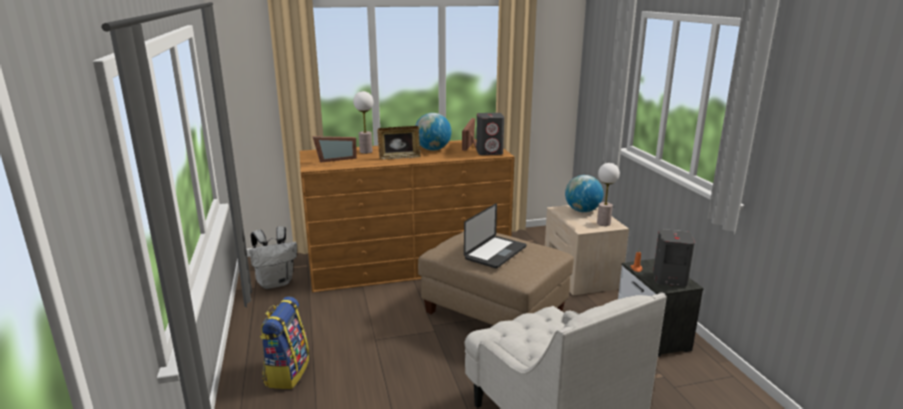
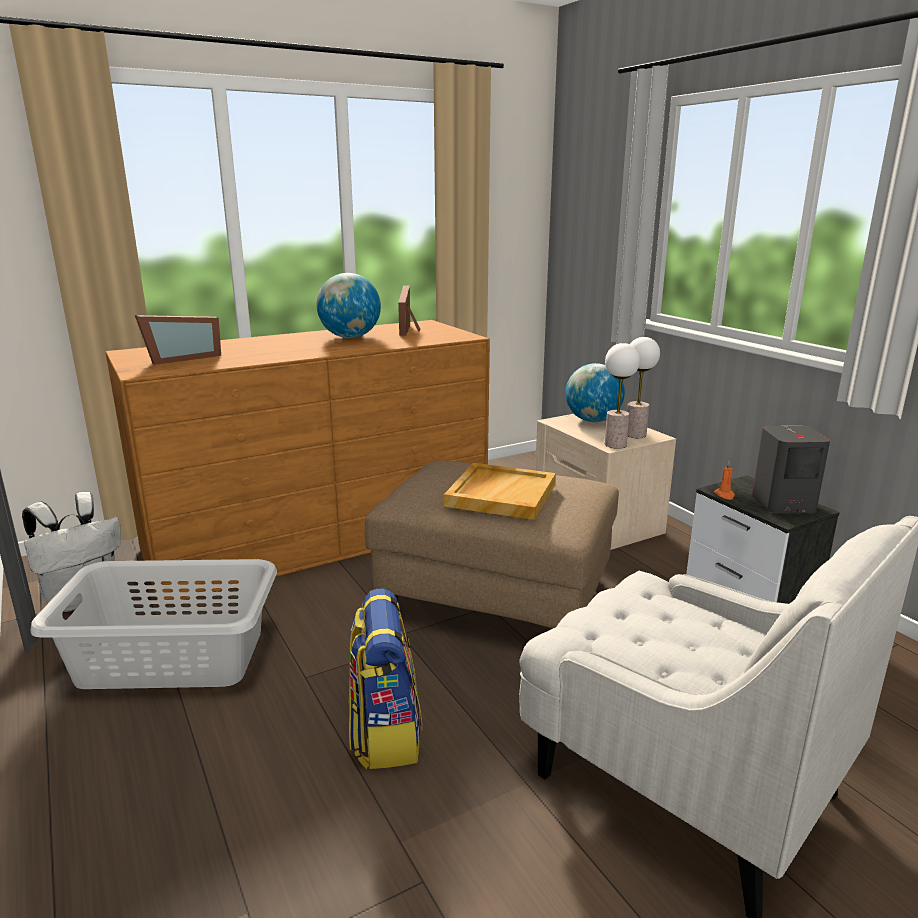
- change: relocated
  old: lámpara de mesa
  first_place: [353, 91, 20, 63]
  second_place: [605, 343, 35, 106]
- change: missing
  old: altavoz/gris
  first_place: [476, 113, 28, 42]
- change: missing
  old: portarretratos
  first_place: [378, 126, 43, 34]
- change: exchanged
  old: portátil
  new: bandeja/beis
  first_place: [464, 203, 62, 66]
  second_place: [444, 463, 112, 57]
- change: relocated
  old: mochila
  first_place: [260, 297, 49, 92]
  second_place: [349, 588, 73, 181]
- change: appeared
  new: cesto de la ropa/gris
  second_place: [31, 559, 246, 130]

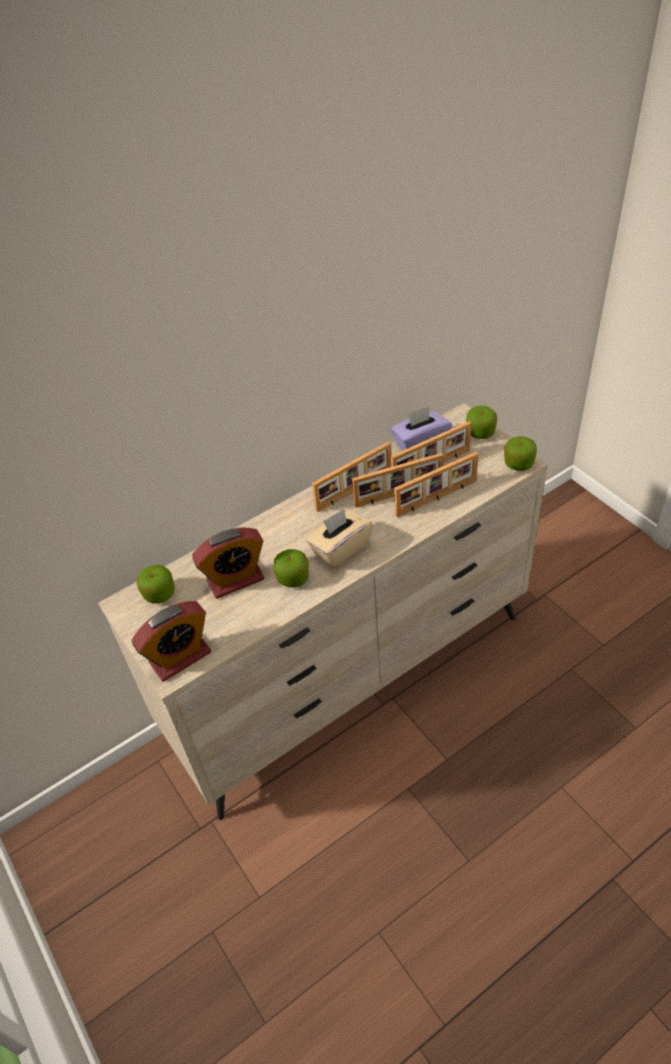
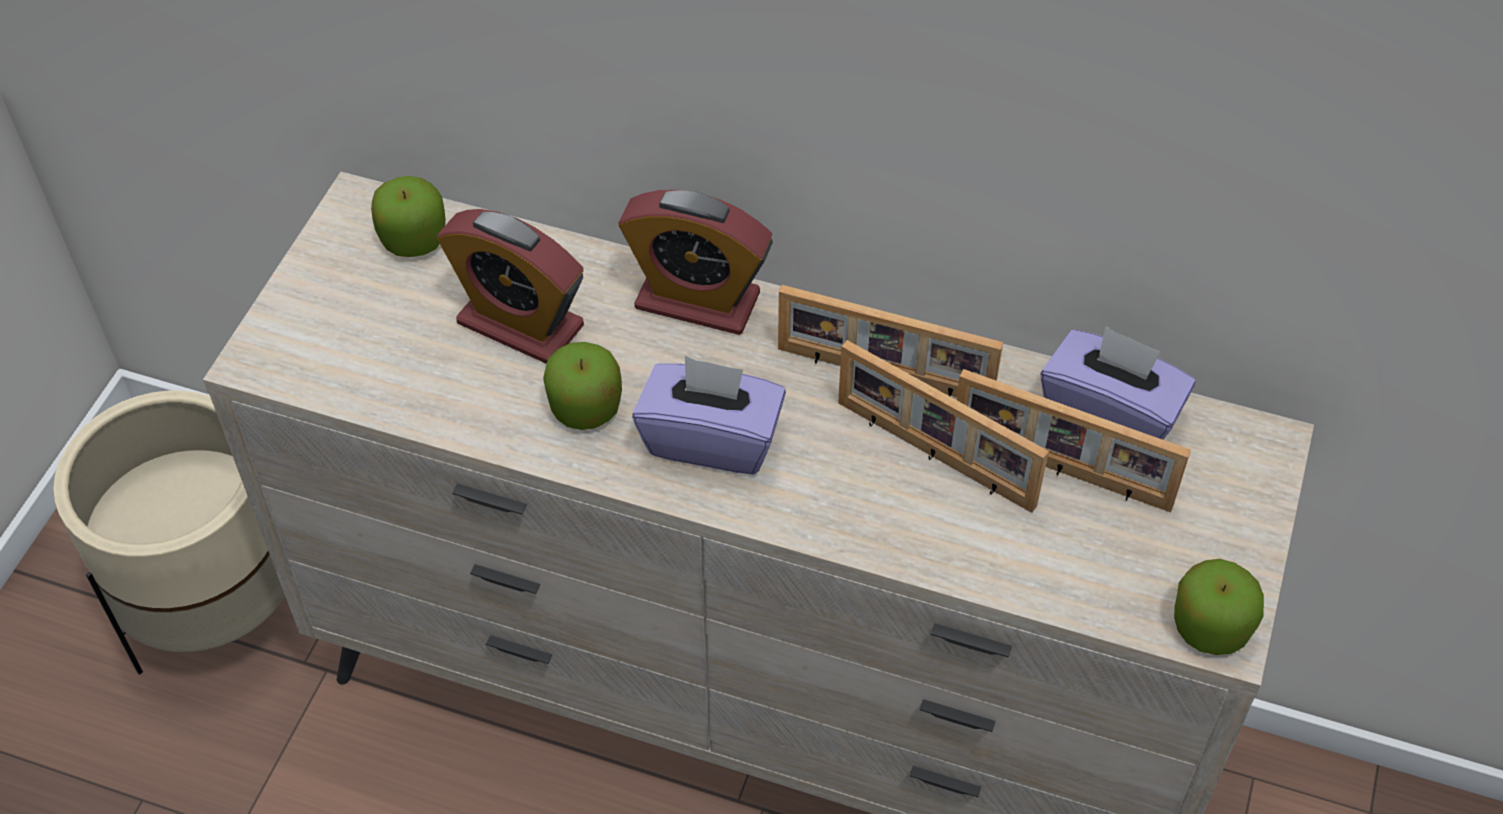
- change: missing
  old: manzana
  first_place: [466, 406, 31, 33]
- change: missing
  old: portarretratos
  first_place: [394, 452, 85, 65]
- change: colour
  old: caja de pañuelos/beis
  new: caja de pañuelos/morado
  first_place: [306, 509, 67, 60]
  second_place: [632, 356, 154, 119]
- change: relocated
  old: despertador
  first_place: [131, 601, 80, 80]
  second_place: [618, 190, 155, 145]
- change: appeared
  new: maceta/beis
  second_place: [53, 391, 232, 284]

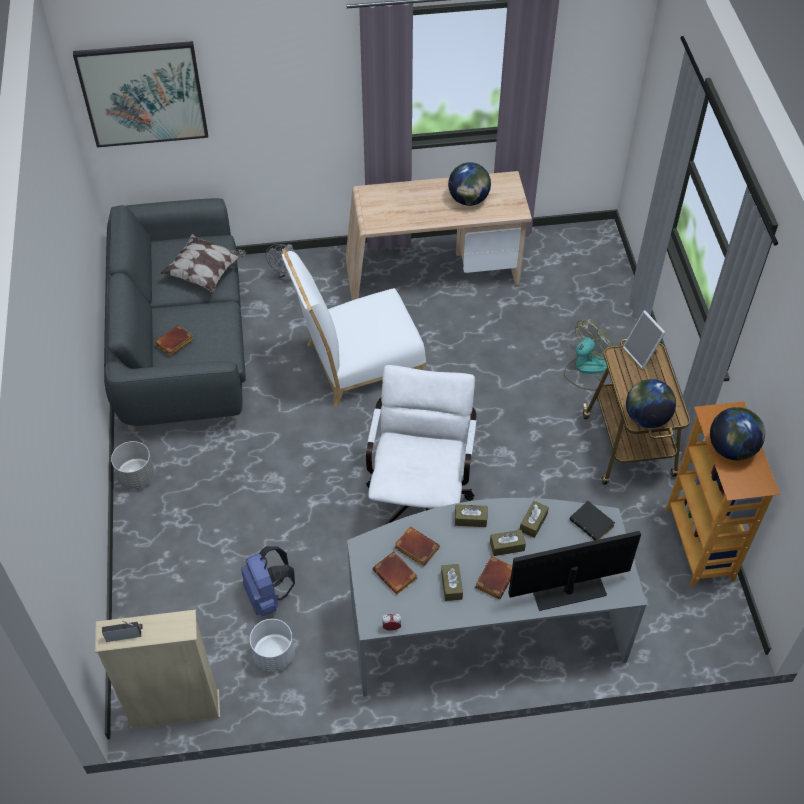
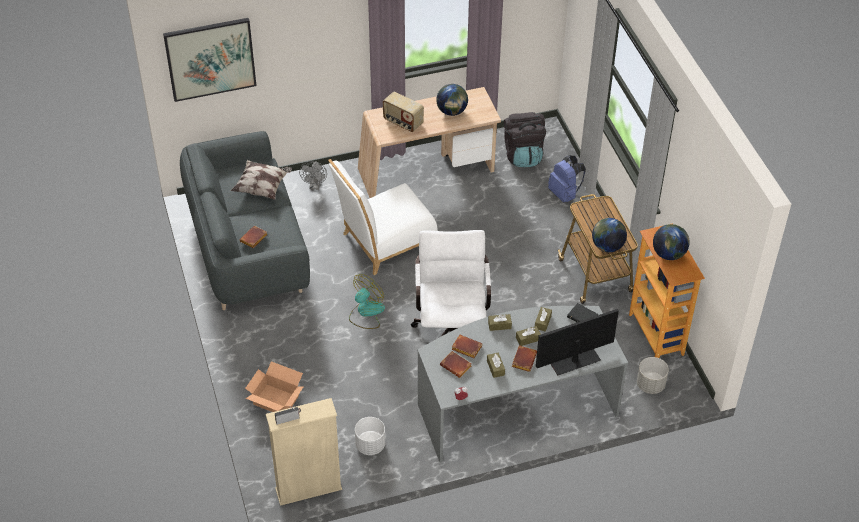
- change: missing
  old: portarretratos
  first_place: [623, 310, 43, 59]
- change: relocated
  old: ventilador
  first_place: [564, 319, 49, 72]
  second_place: [349, 274, 36, 55]
- change: relocated
  old: maceta/gris
  first_place: [111, 441, 44, 48]
  second_place: [637, 357, 32, 37]
- change: relocated
  old: mochila/azul
  first_place: [241, 546, 54, 70]
  second_place: [548, 155, 38, 48]
- change: appeared
  new: radio
  second_place: [382, 92, 42, 40]
- change: appeared
  new: mochila/negro
  second_place: [504, 112, 42, 55]
- change: appeared
  new: caja de cartón
  second_place: [245, 361, 59, 51]

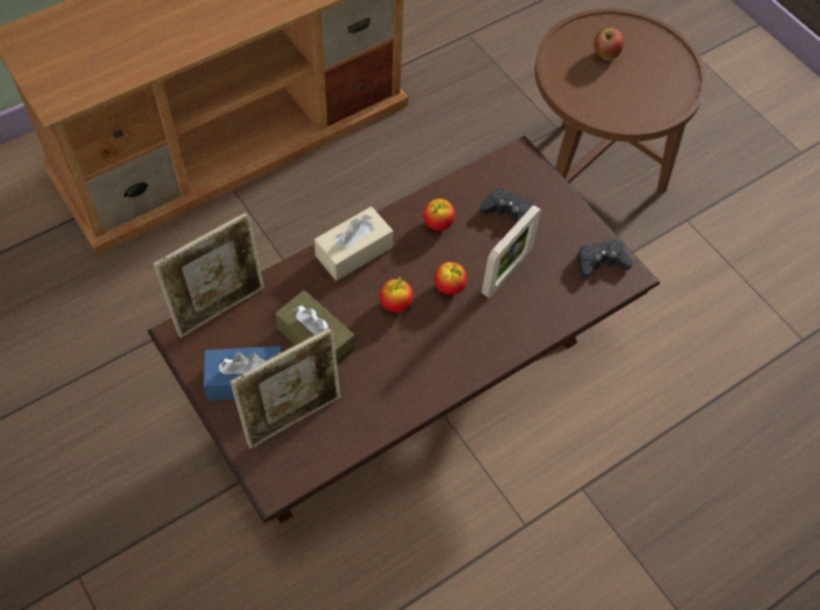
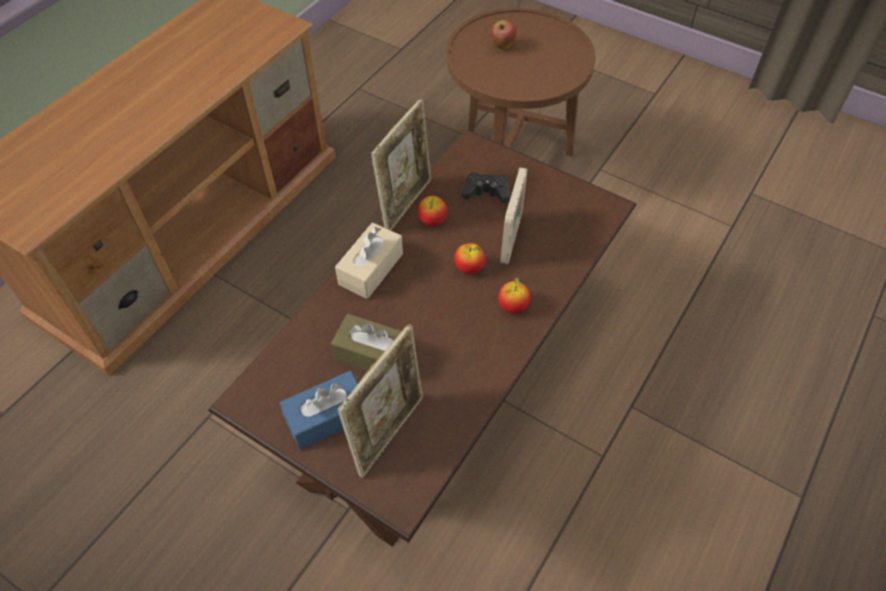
- change: relocated
  old: portarretratos
  first_place: [153, 212, 111, 126]
  second_place: [371, 98, 60, 132]
- change: missing
  old: mando de consola/negro
  first_place: [577, 239, 56, 40]
- change: relocated
  old: manzana
  first_place: [379, 277, 34, 35]
  second_place: [498, 277, 32, 37]

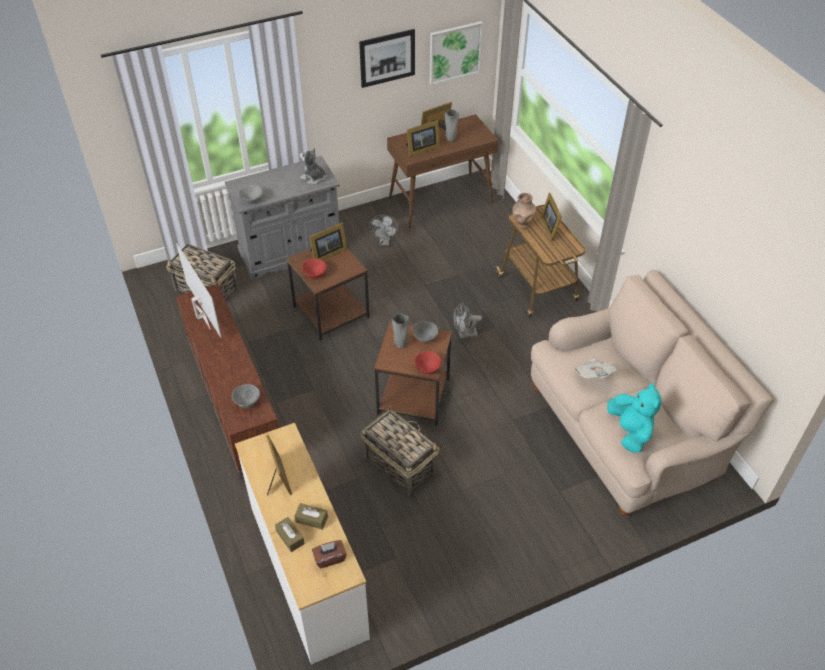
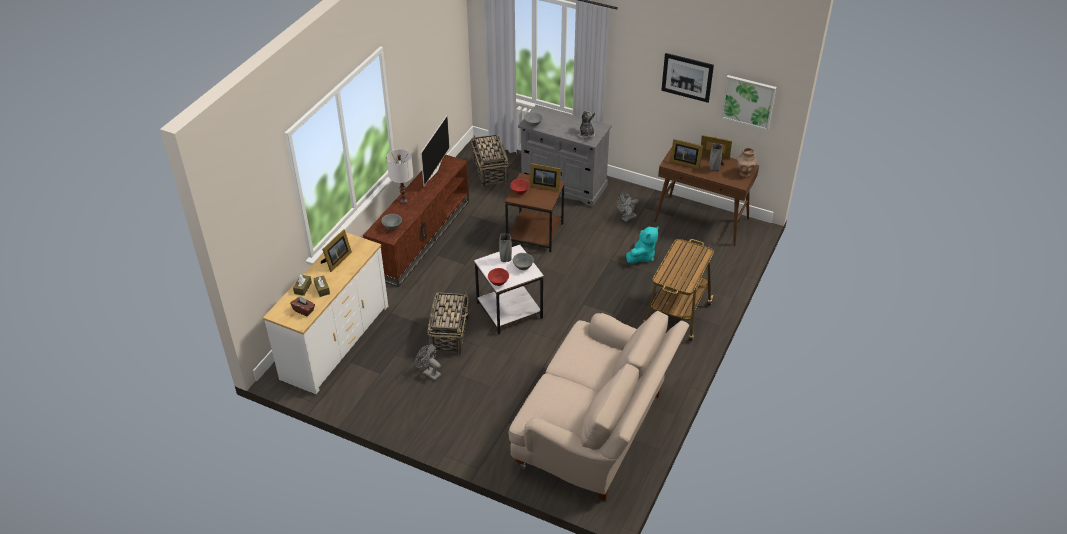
- change: relocated
  old: florero/marrón
  first_place: [512, 193, 24, 36]
  second_place: [736, 147, 21, 30]
- change: missing
  old: portarretratos
  first_place: [541, 193, 21, 48]
- change: relocated
  old: ventilador/gris
  first_place: [453, 303, 29, 36]
  second_place: [415, 344, 26, 37]
- change: colour
  old: mesa auxiliar/marrón
  new: mesa auxiliar/blanco
  first_place: [374, 321, 78, 104]
  second_place: [474, 245, 70, 90]
- change: missing
  old: periódico
  first_place: [574, 359, 43, 19]
- change: relocated
  old: peluche/turquesa
  first_place: [607, 382, 54, 71]
  second_place: [626, 226, 33, 38]
- change: appeared
  new: lámpara de mesa/blanco
  second_place: [387, 149, 26, 55]

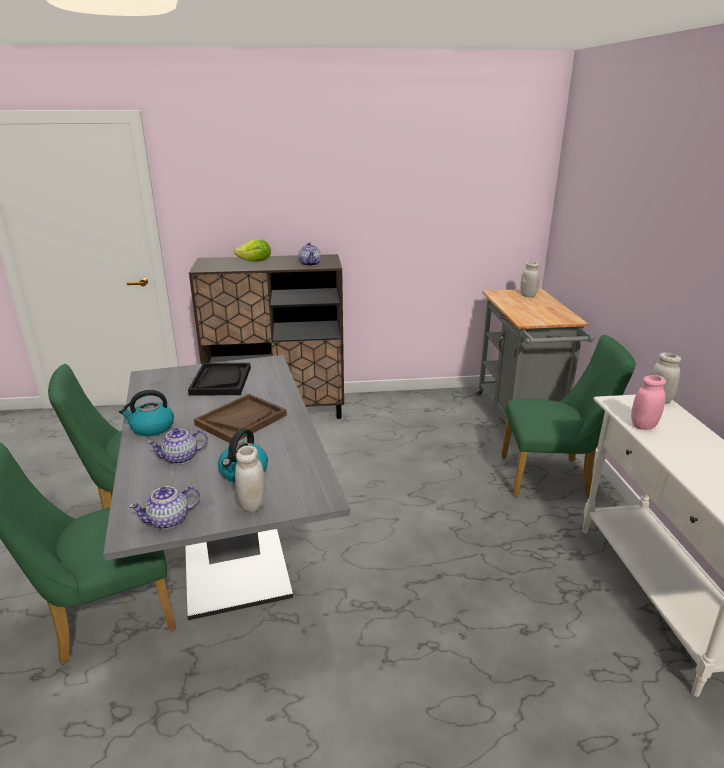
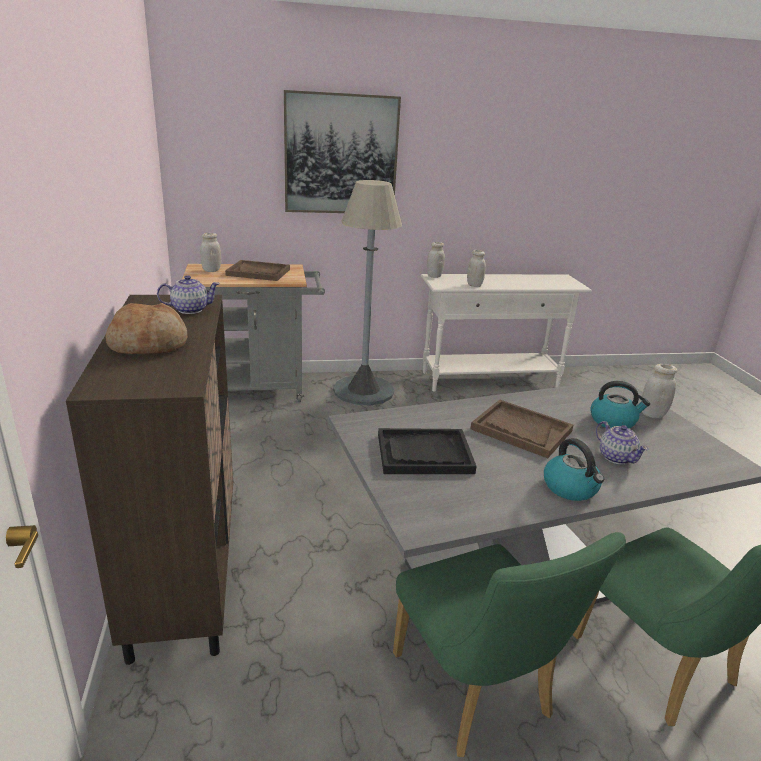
- change: exchanged
  old: lechuga
  new: pan
  first_place: [234, 239, 37, 23]
  second_place: [105, 303, 82, 51]
- change: exchanged
  old: silla/verde
  new: lámpara de pie/gris
  first_place: [501, 335, 135, 161]
  second_place: [333, 180, 69, 225]
- change: colour
  old: tarro/rosa
  new: tarro/blanco
  first_place: [631, 375, 35, 55]
  second_place: [467, 250, 19, 37]
- change: missing
  old: tetera
  first_place: [129, 486, 71, 43]
- change: appeared
  new: cuadro
  second_place: [284, 90, 117, 123]
- change: appeared
  new: bandeja/marrón
  second_place: [225, 260, 65, 21]

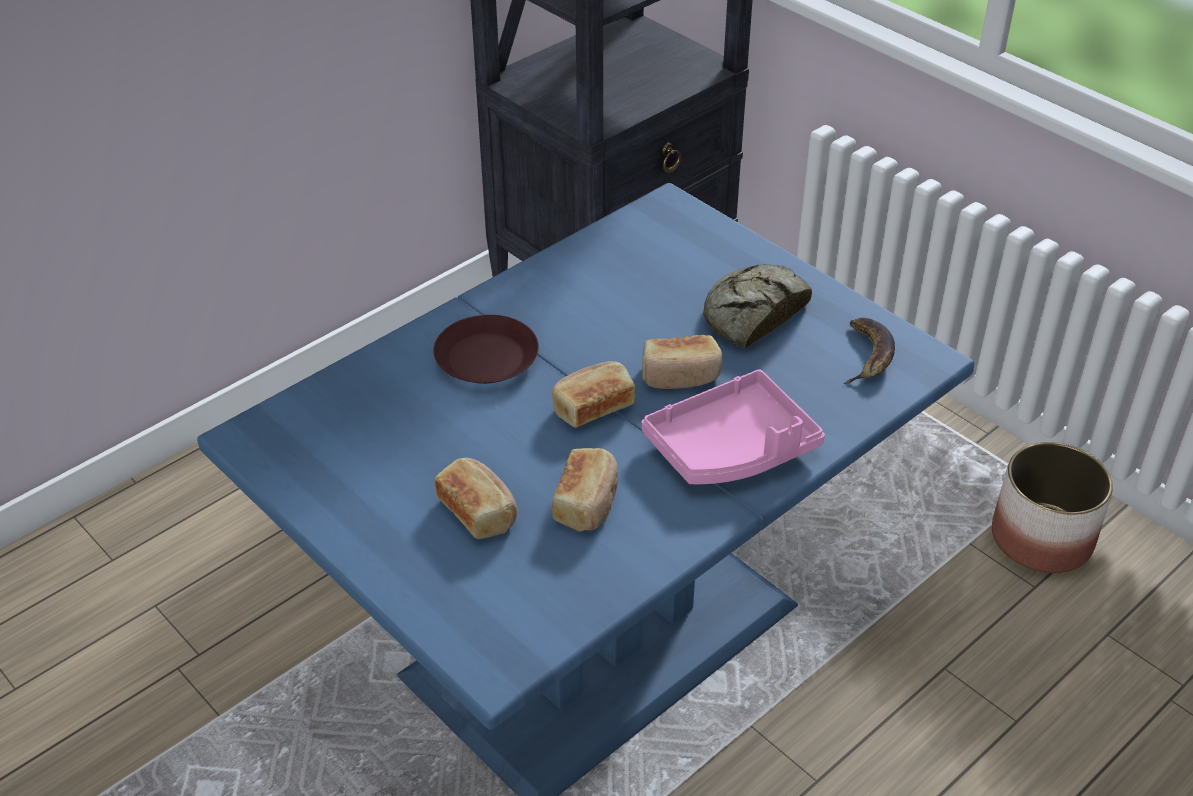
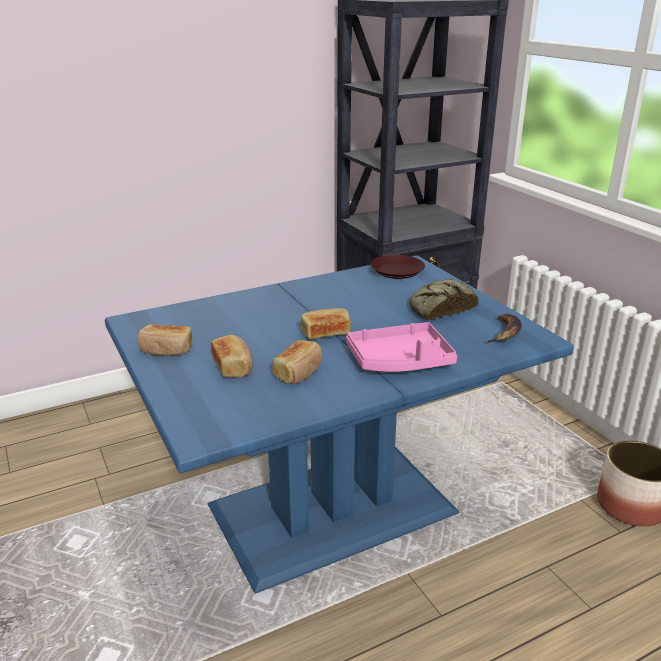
- change: relocated
  old: plato/marrón
  first_place: [433, 315, 106, 69]
  second_place: [371, 255, 54, 24]
- change: relocated
  old: pan
  first_place: [642, 335, 80, 54]
  second_place: [137, 324, 56, 32]

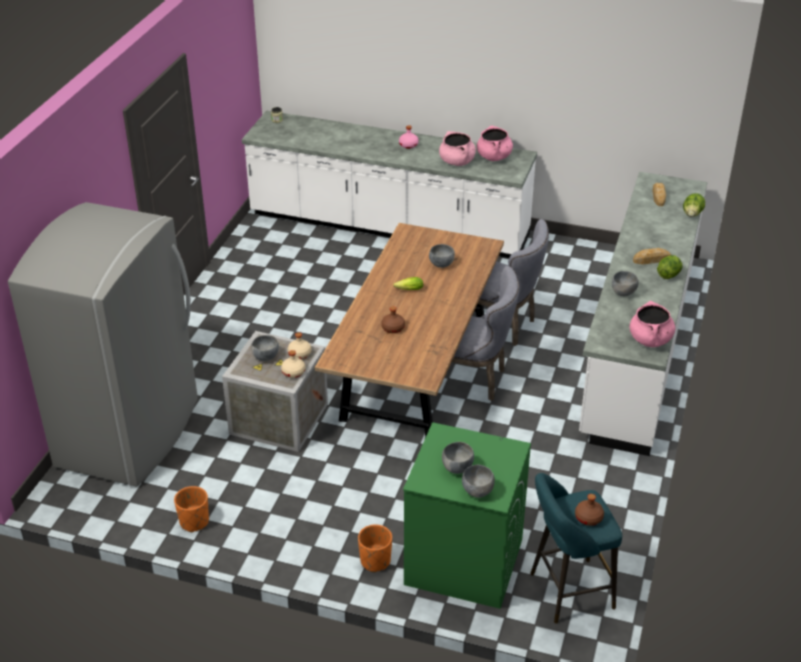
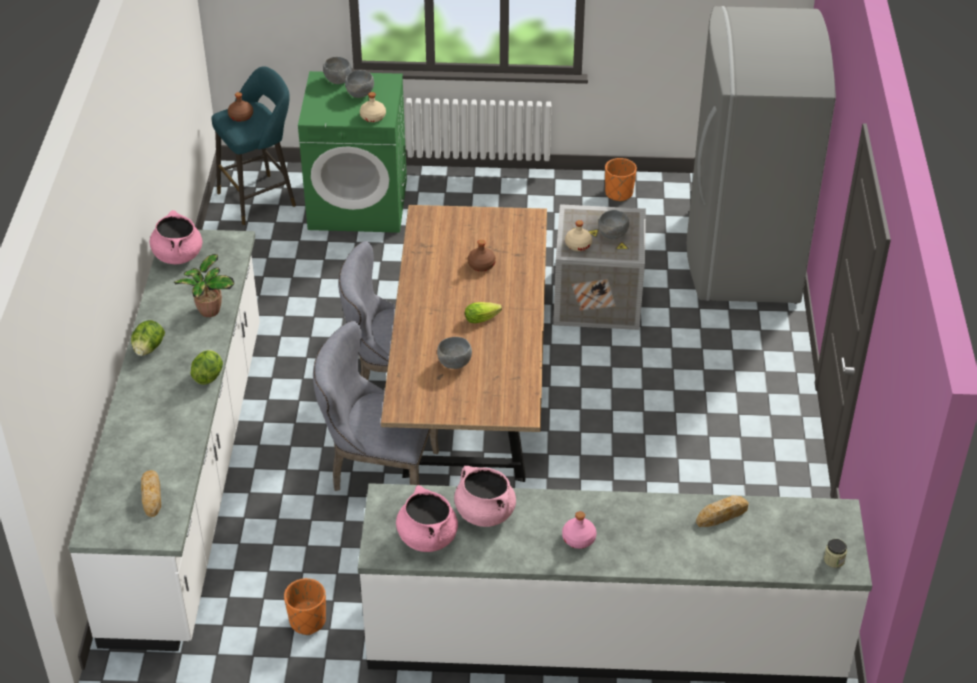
- change: relocated
  old: lechuga
  first_place: [683, 193, 22, 24]
  second_place: [190, 350, 33, 35]
- change: relocated
  old: pan
  first_place: [633, 248, 38, 16]
  second_place: [696, 495, 53, 32]
- change: exchanged
  old: cuenco/gris
  new: planta en maceta
  first_place: [612, 271, 27, 25]
  second_place: [174, 254, 61, 63]
- change: relocated
  old: botella/beis
  first_place: [281, 350, 25, 28]
  second_place: [360, 92, 26, 30]
- change: relocated
  old: maceta/naranja
  first_place: [358, 524, 34, 48]
  second_place: [284, 578, 42, 57]

